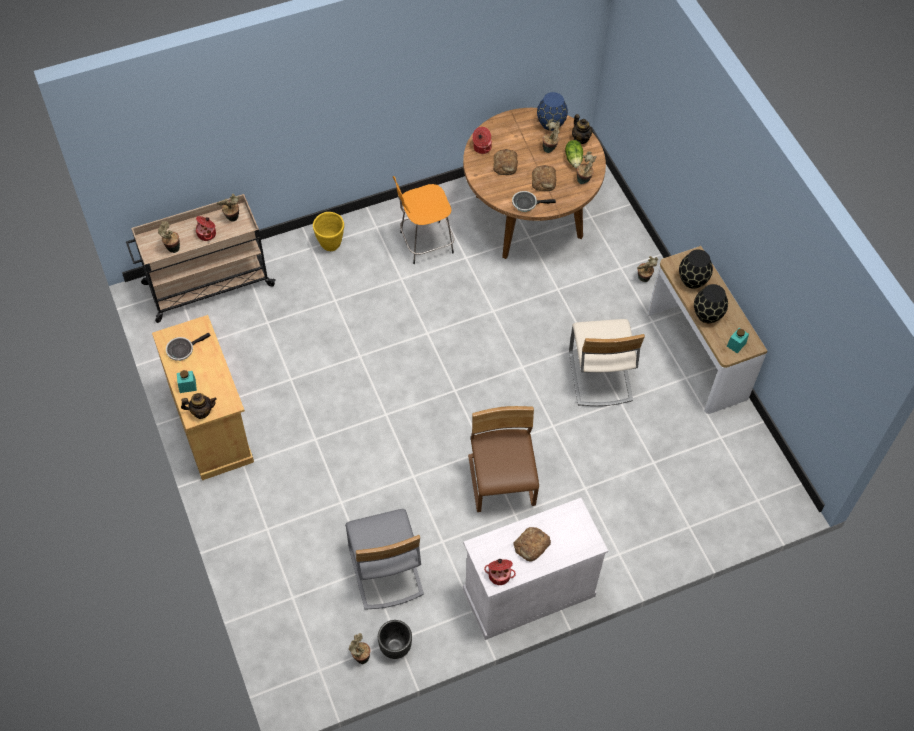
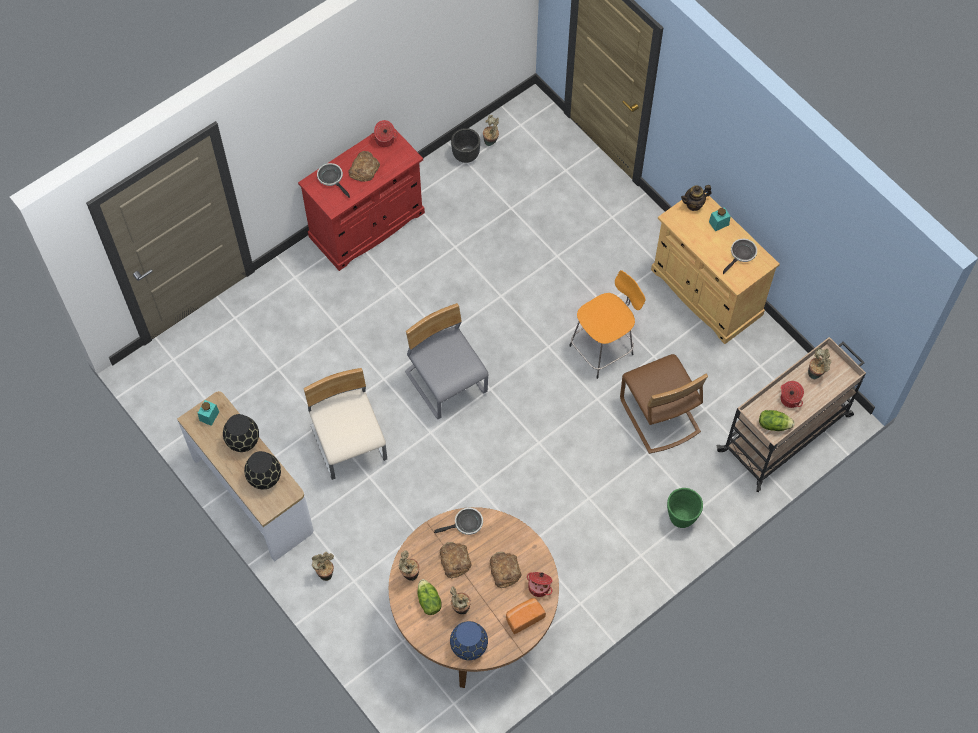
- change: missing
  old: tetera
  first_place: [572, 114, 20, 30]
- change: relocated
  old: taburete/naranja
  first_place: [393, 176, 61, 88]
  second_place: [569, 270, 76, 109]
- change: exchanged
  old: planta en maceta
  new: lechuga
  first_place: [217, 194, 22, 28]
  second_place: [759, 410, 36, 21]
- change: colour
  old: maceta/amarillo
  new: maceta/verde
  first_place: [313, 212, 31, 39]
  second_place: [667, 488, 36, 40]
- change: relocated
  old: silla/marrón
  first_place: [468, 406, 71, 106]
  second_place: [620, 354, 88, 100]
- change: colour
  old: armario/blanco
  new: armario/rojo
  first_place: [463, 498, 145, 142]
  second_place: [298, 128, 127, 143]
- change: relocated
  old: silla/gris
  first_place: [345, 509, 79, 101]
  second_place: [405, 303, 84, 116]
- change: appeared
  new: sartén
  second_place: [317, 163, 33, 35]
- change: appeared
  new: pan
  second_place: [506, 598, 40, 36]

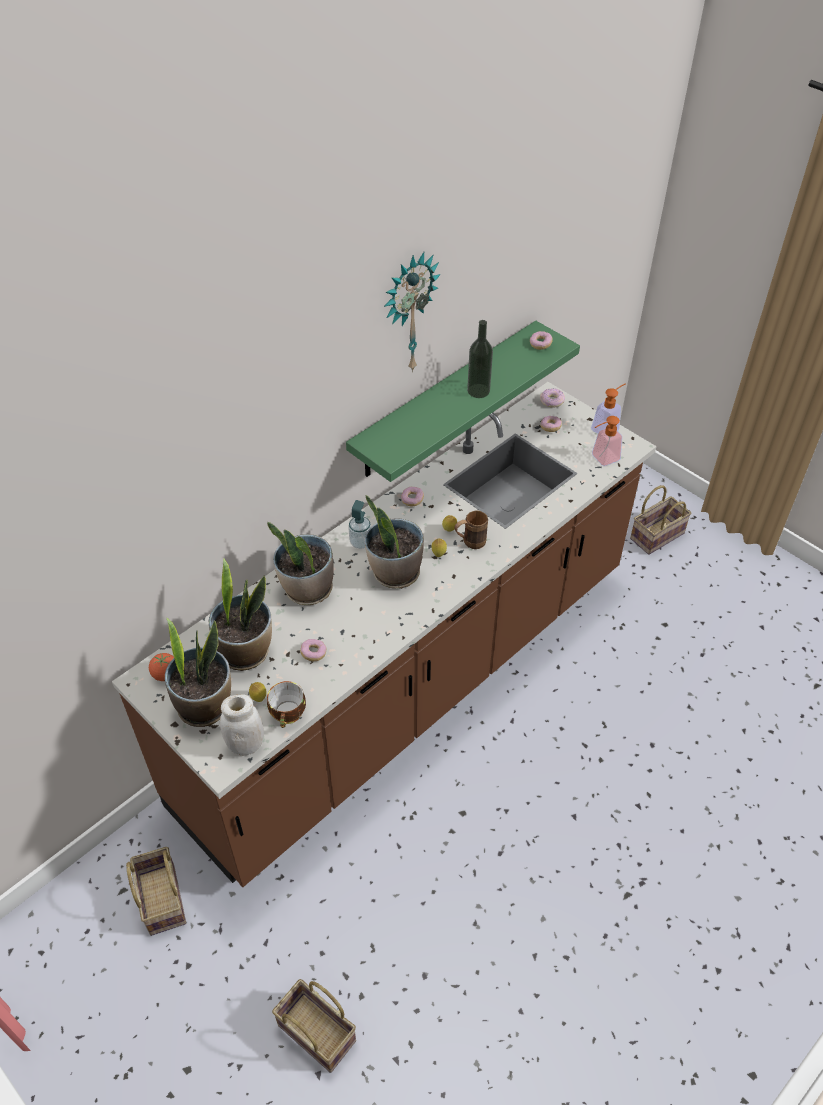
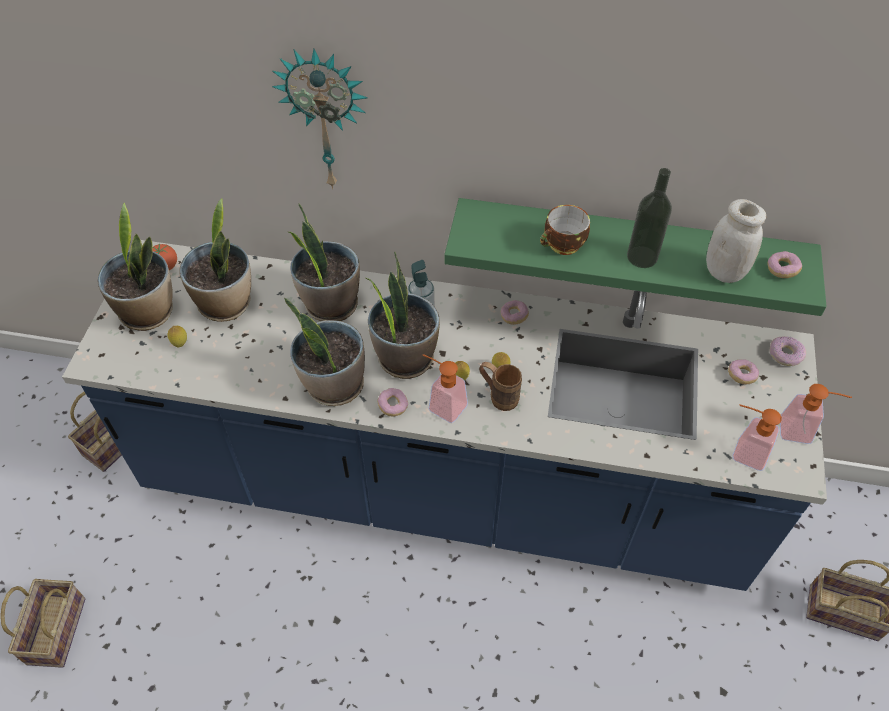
- change: relocated
  old: reloj de pared
  first_place: [384, 252, 57, 120]
  second_place: [272, 49, 96, 140]
- change: colour
  old: mueble bajo de cocina/marrón
  new: mueble bajo de cocina/azul
  first_place: [112, 382, 545, 505]
  second_place: [62, 240, 765, 351]
- change: relocated
  old: rosquilla
  first_place: [300, 639, 27, 22]
  second_place: [377, 388, 31, 29]
- change: relocated
  old: taza
  first_place: [267, 681, 39, 47]
  second_place: [540, 205, 50, 50]
- change: relocated
  old: tarro/blanco
  first_place: [220, 694, 44, 62]
  second_place: [706, 199, 60, 84]
- change: appeared
  new: planta en maceta
  second_place: [284, 298, 81, 108]
- change: appeared
  new: dispensador de jabón
  second_place: [423, 354, 45, 69]

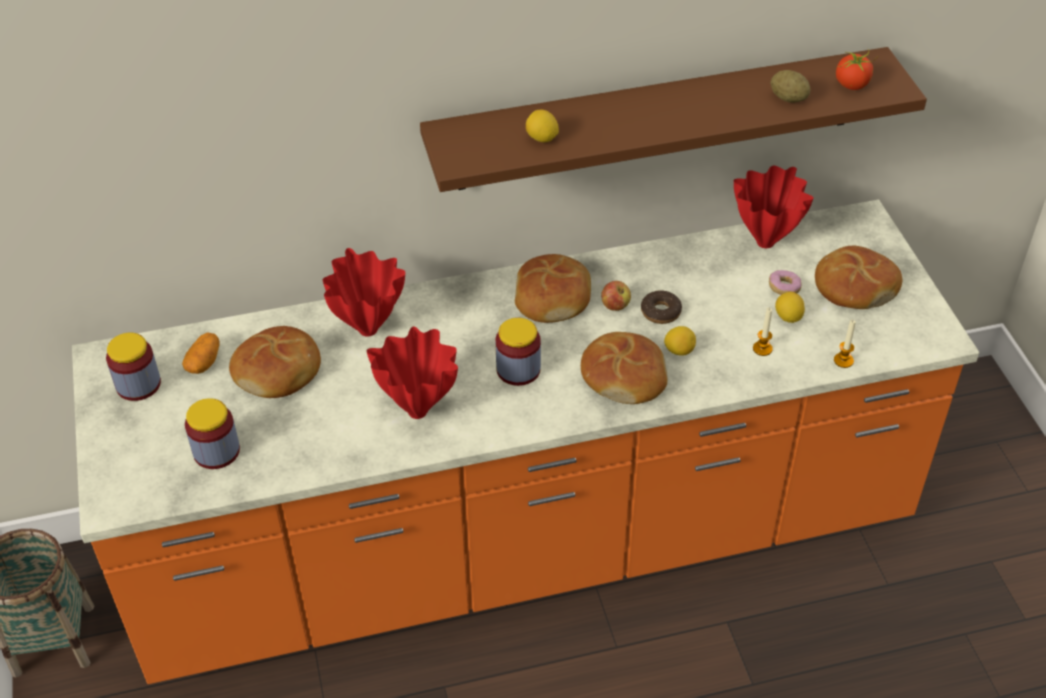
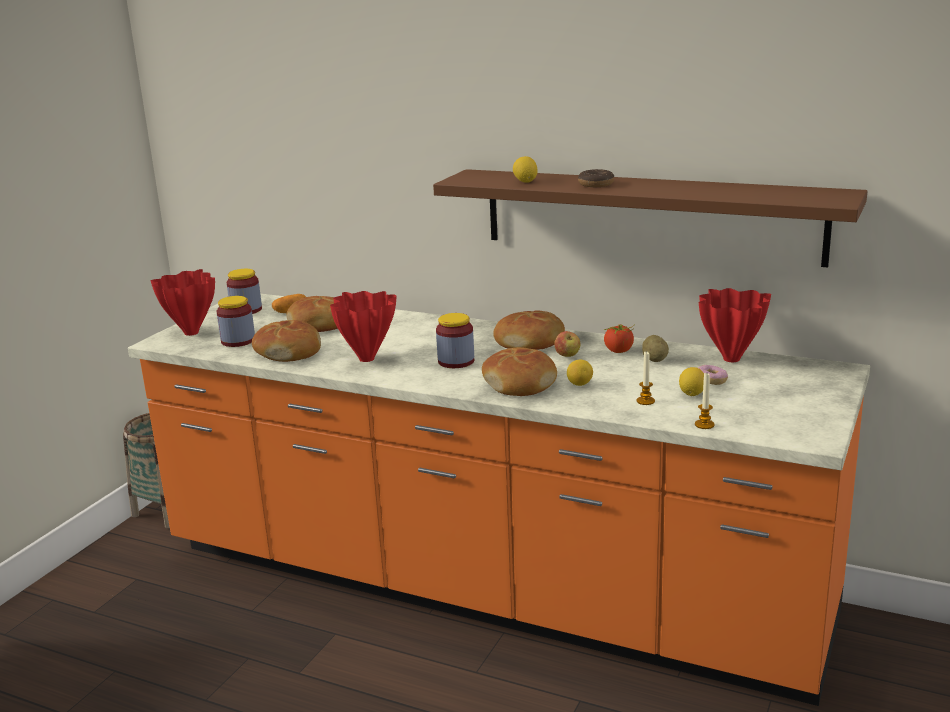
- change: relocated
  old: tomate
  first_place: [836, 48, 42, 42]
  second_place: [604, 324, 31, 29]
- change: relocated
  old: patata
  first_place: [770, 70, 40, 33]
  second_place: [642, 335, 27, 27]
- change: relocated
  old: pan
  first_place: [815, 246, 87, 63]
  second_place: [252, 320, 69, 42]
- change: relocated
  old: florero/rojo
  first_place: [323, 248, 82, 89]
  second_place: [151, 269, 64, 67]
- change: relocated
  old: rosquilla
  first_place: [641, 290, 41, 34]
  second_place: [578, 169, 36, 18]

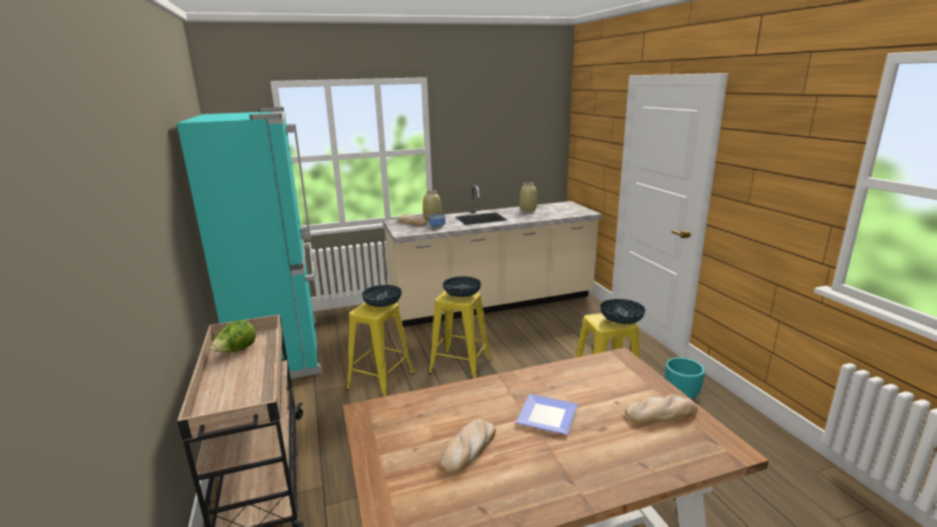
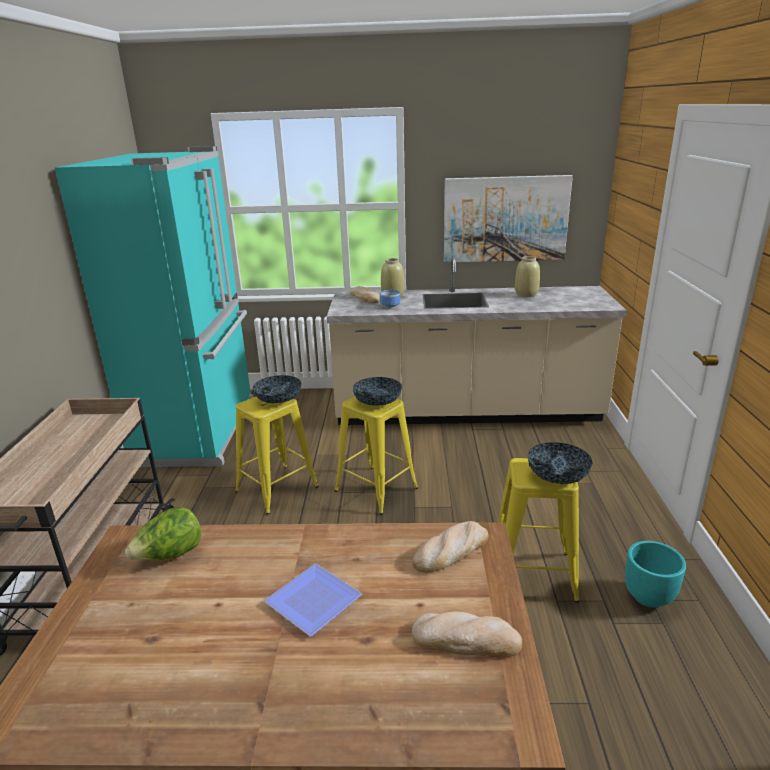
- change: relocated
  old: lechuga
  first_place: [210, 320, 46, 32]
  second_place: [125, 507, 76, 53]
- change: relocated
  old: pan
  first_place: [439, 419, 57, 55]
  second_place: [412, 521, 77, 52]
- change: appeared
  new: cuadro
  second_place: [444, 175, 129, 88]

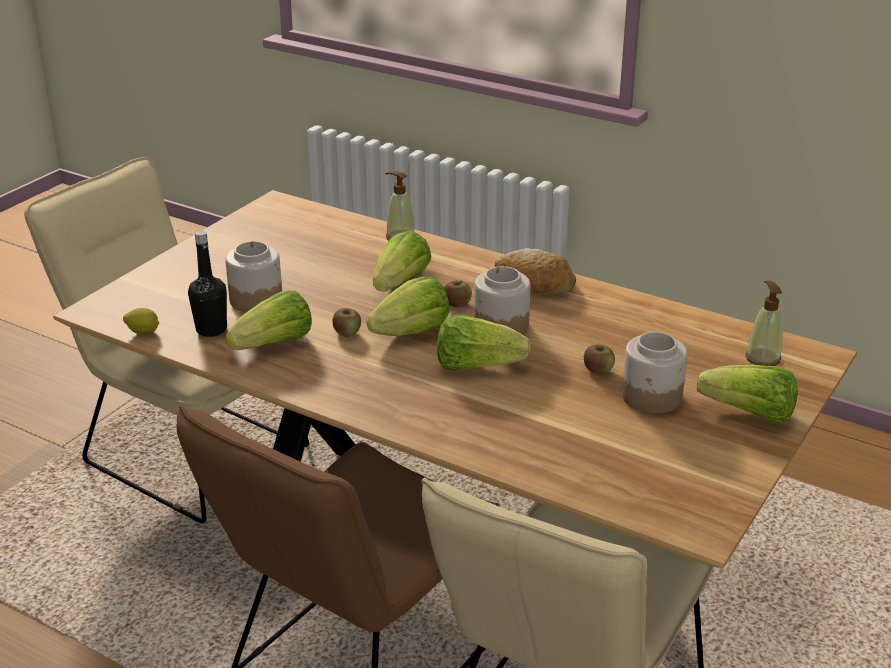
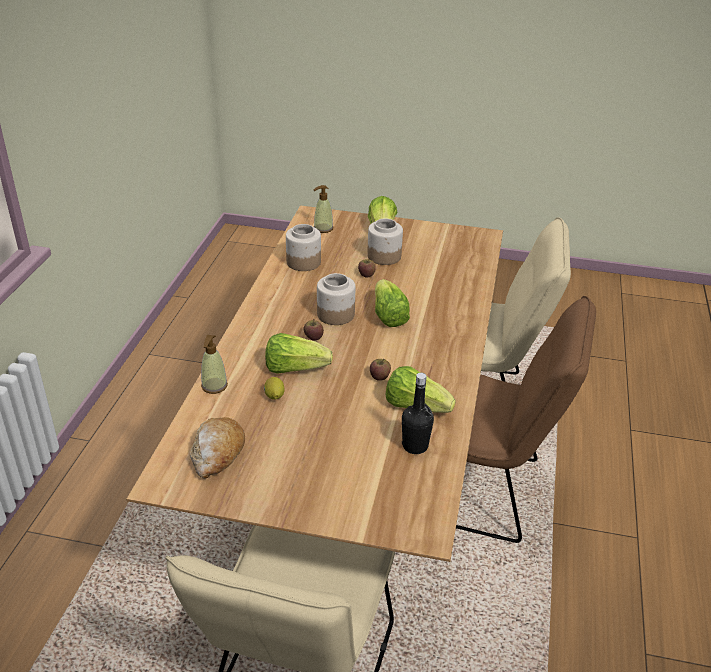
- change: relocated
  old: tarro
  first_place: [225, 241, 57, 71]
  second_place: [286, 224, 35, 47]
- change: relocated
  old: pan
  first_place: [495, 248, 81, 46]
  second_place: [190, 417, 55, 61]
- change: missing
  old: lechuga
  first_place: [367, 277, 83, 59]
- change: relocated
  old: limón
  first_place: [123, 308, 36, 27]
  second_place: [264, 377, 20, 23]

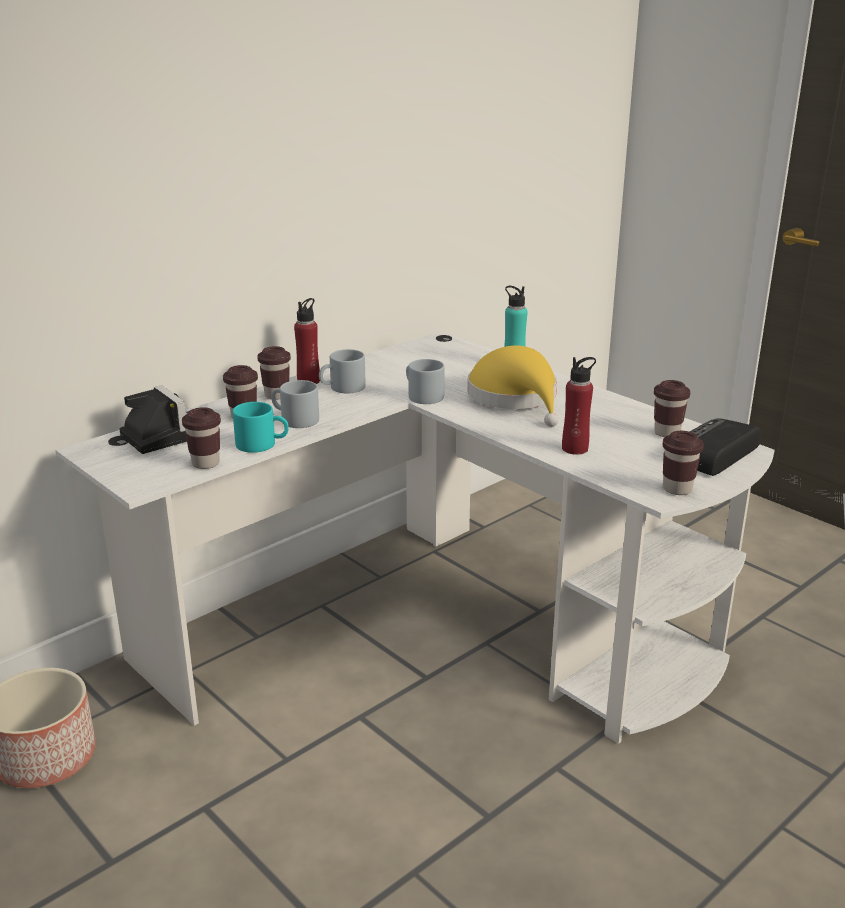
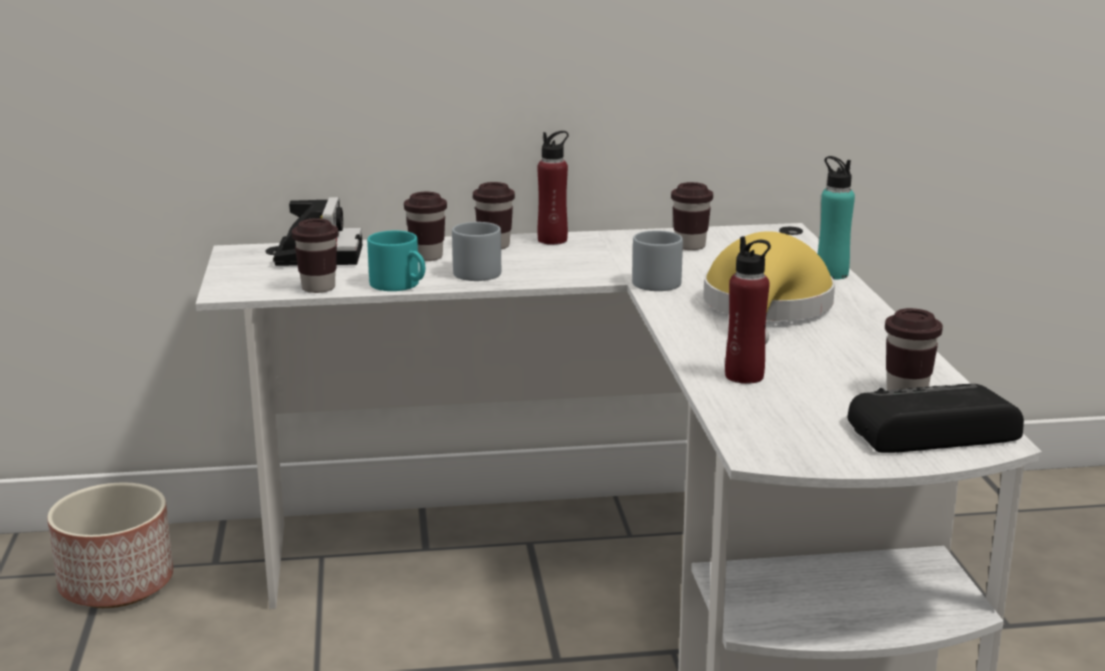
- change: missing
  old: taza grande/gris
  first_place: [319, 349, 47, 44]
- change: relocated
  old: taza/marrón
  first_place: [662, 431, 42, 64]
  second_place: [671, 182, 42, 68]

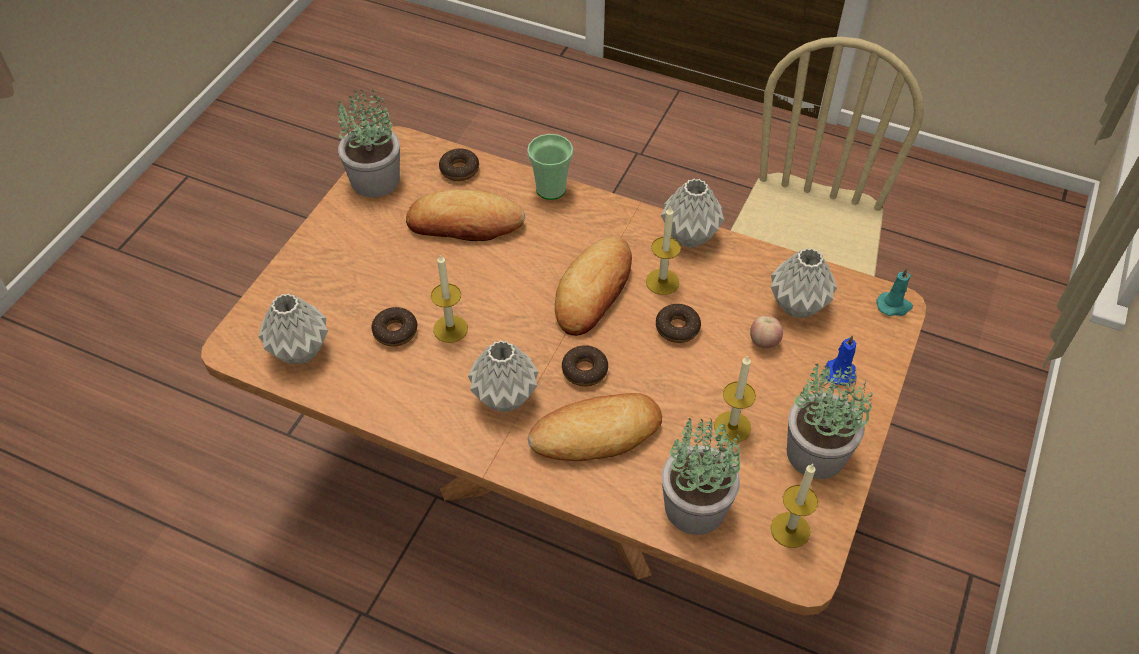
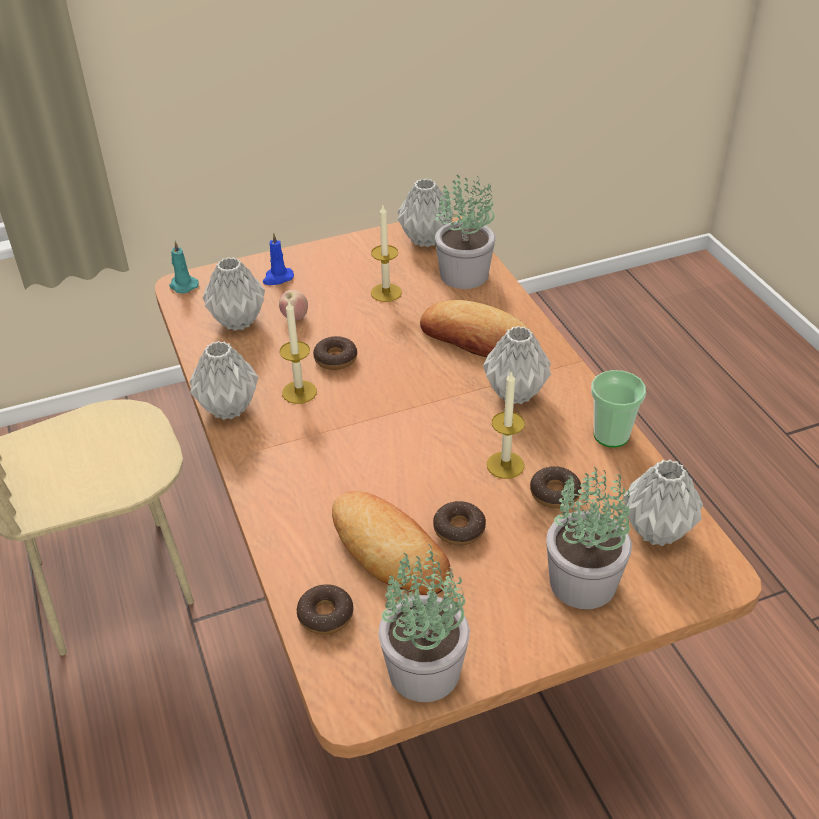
- change: relocated
  old: taza
  first_place: [527, 134, 46, 66]
  second_place: [591, 370, 55, 77]
- change: missing
  old: pan
  first_place: [555, 236, 77, 100]
- change: relocated
  old: rosquilla
  first_place: [562, 345, 46, 42]
  second_place: [433, 501, 53, 45]
- change: relocated
  old: planta en maceta
  first_place: [787, 362, 86, 117]
  second_place: [546, 467, 86, 142]
- change: exchanged
  old: vela
  new: florero/gris
  first_place: [771, 463, 47, 85]
  second_place: [398, 179, 56, 68]

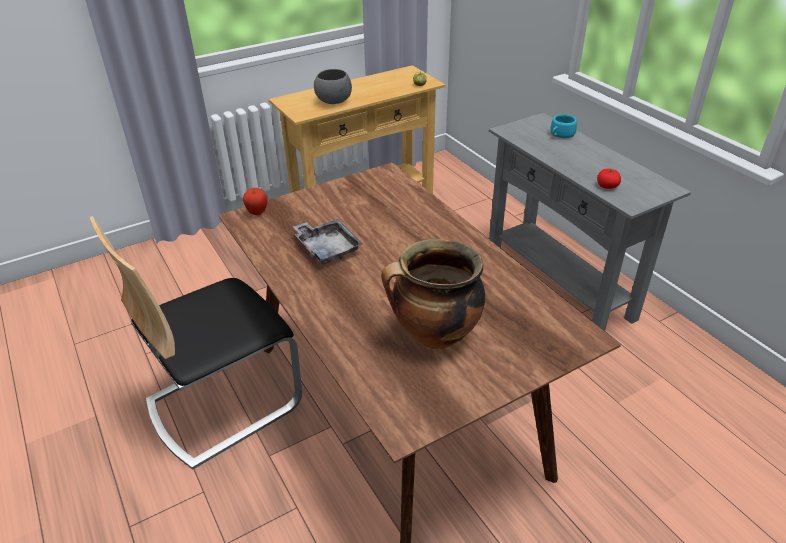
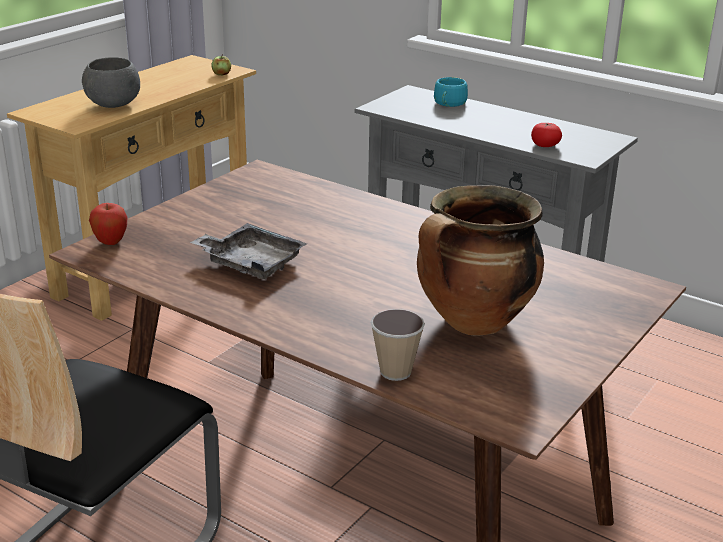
- change: appeared
  new: taza
  second_place: [370, 309, 55, 72]

